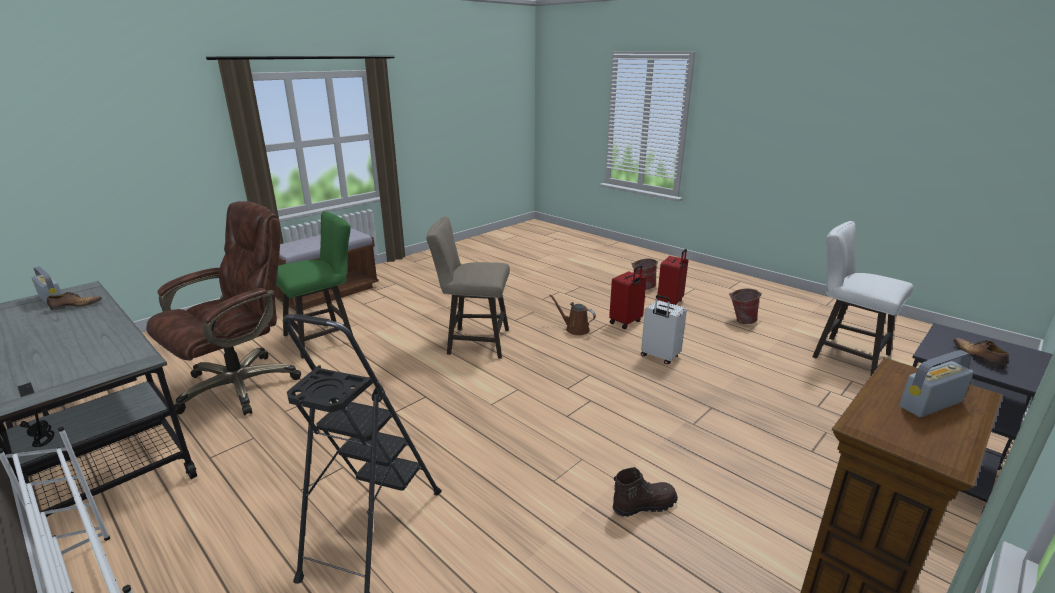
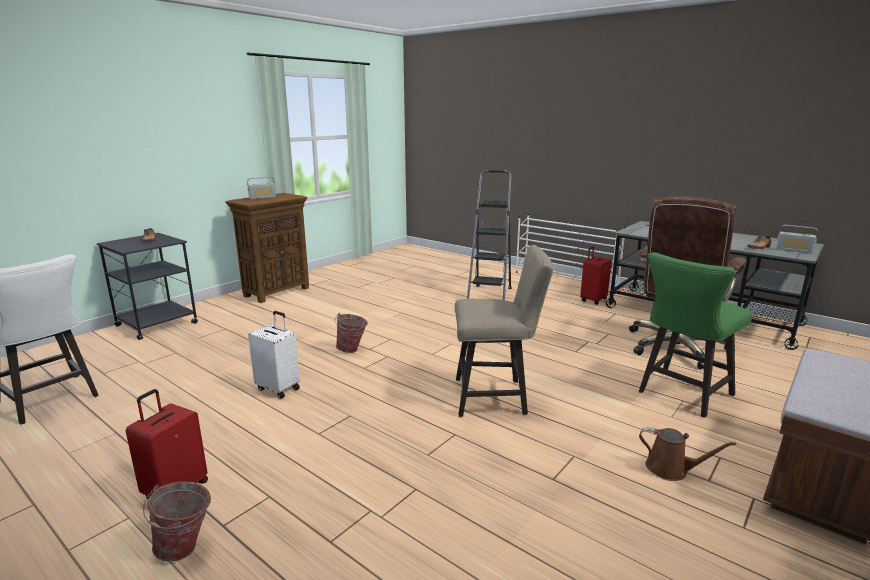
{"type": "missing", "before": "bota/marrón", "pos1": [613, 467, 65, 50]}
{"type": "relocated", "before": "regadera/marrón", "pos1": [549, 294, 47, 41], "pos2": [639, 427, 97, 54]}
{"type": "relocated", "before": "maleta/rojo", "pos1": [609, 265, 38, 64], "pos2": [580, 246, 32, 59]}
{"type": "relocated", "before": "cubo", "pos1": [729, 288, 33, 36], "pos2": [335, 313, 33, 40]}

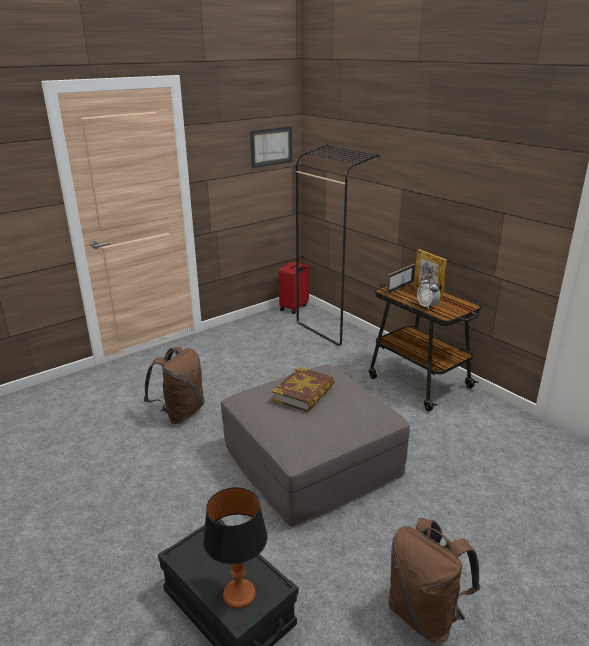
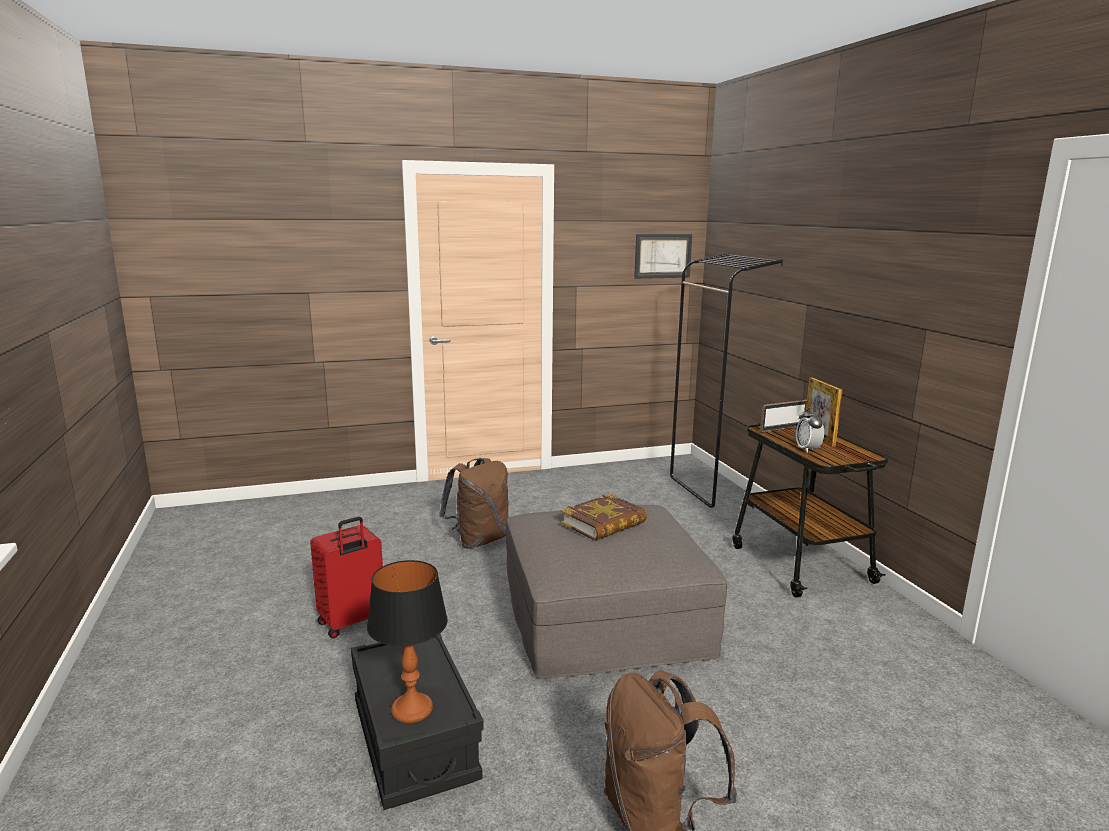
{"type": "relocated", "before": "maleta/rojo", "pos1": [279, 255, 30, 59], "pos2": [310, 517, 73, 121]}

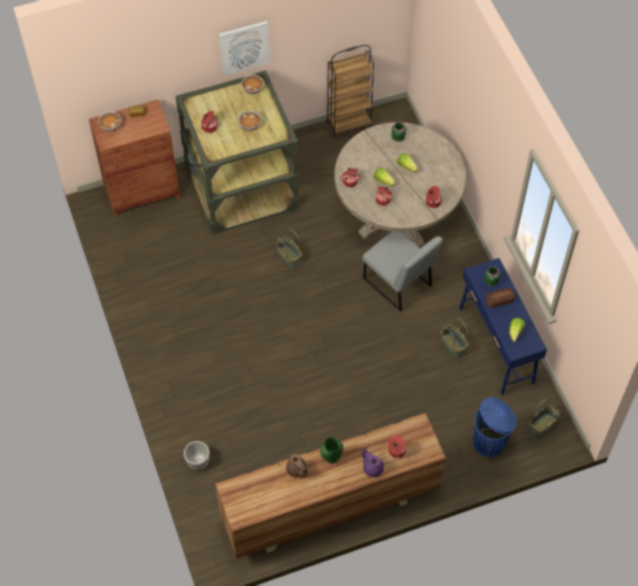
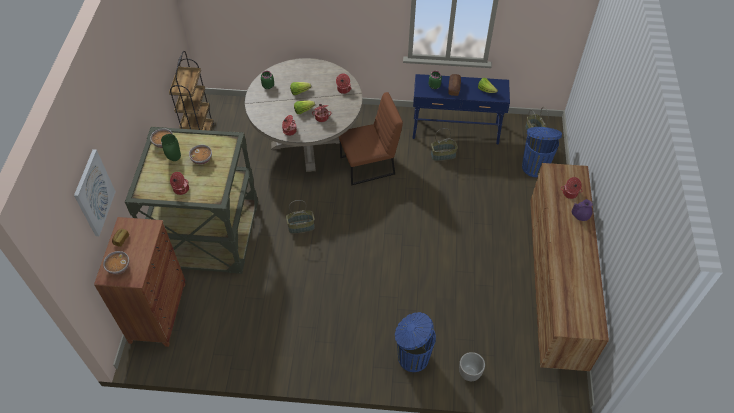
{"type": "missing", "before": "tetera/marrón", "pos1": [286, 454, 21, 23]}
{"type": "appeared", "after": "papelera/azul", "pos2": [395, 312, 41, 60]}
{"type": "relocated", "before": "cuadro", "pos1": [219, 21, 51, 55], "pos2": [74, 149, 42, 87]}
{"type": "relocated", "before": "florero/verde", "pos1": [320, 437, 23, 27], "pos2": [161, 134, 20, 27]}
{"type": "colour", "before": "silla/gris", "after": "silla/marrón", "pos1": [362, 231, 81, 80], "pos2": [339, 92, 64, 93]}

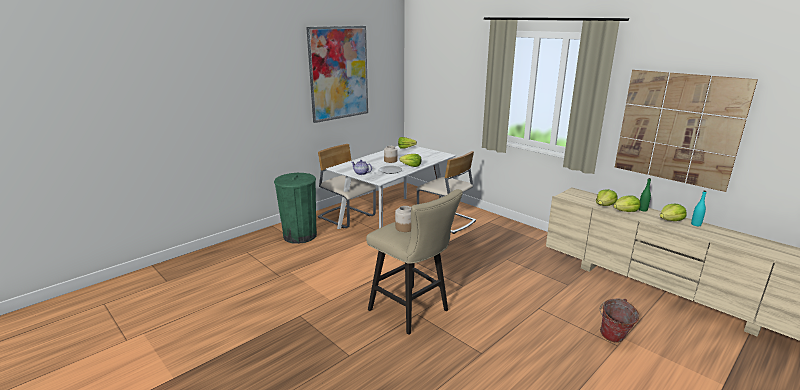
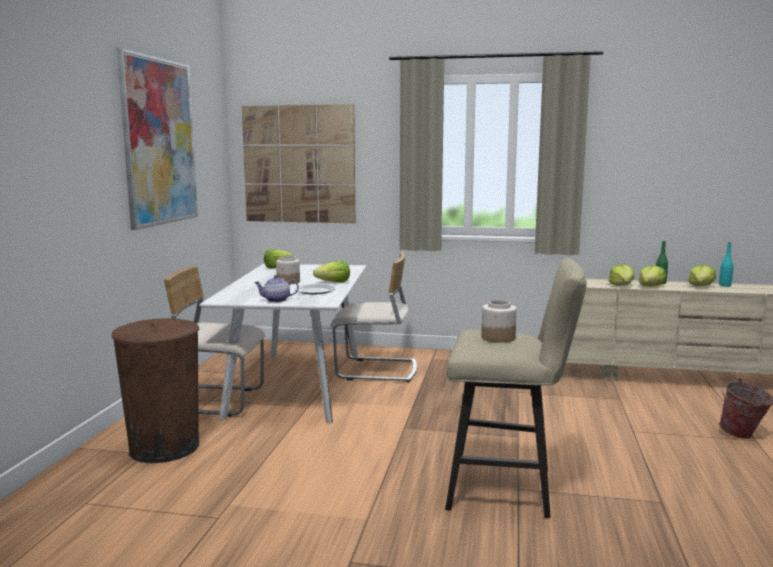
{"type": "relocated", "before": "cuadro", "pos1": [615, 70, 143, 122], "pos2": [242, 104, 113, 119]}
{"type": "colour", "before": "papelera/verde", "after": "papelera/marrón", "pos1": [274, 173, 43, 71], "pos2": [112, 318, 87, 145]}

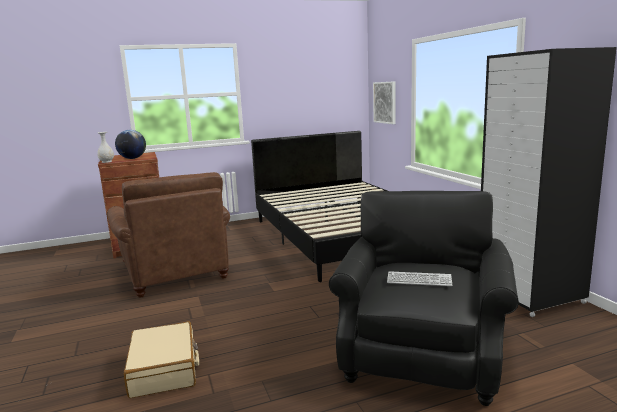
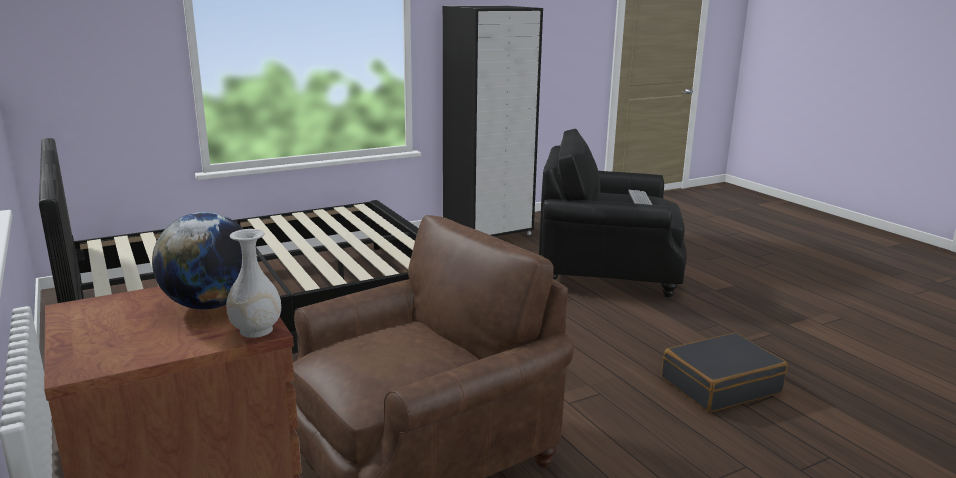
{"type": "missing", "before": "cuadro", "pos1": [373, 81, 23, 43]}
{"type": "colour", "before": "maleta/beis", "after": "maleta/negro", "pos1": [124, 321, 75, 77], "pos2": [661, 333, 127, 80]}

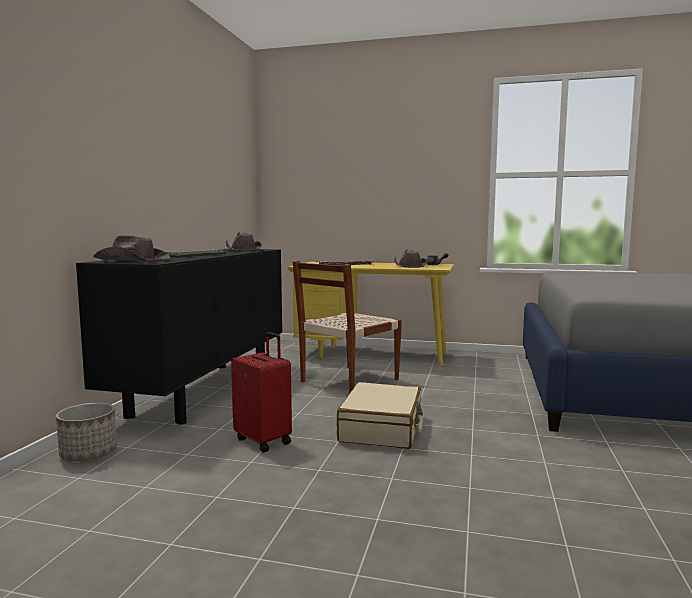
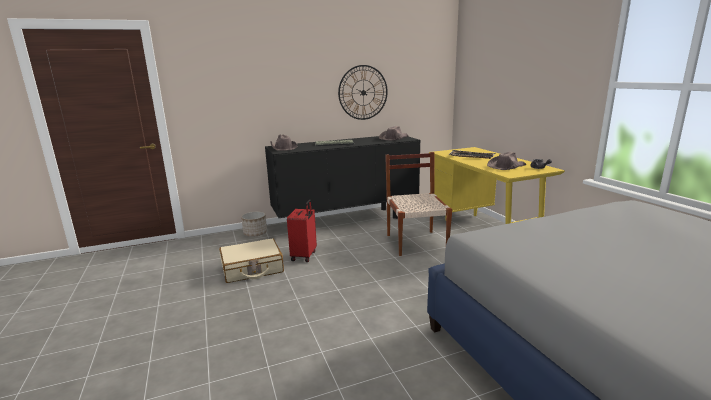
{"type": "appeared", "after": "reloj de pared", "pos2": [338, 65, 50, 55]}
{"type": "relocated", "before": "maleta/beis", "pos1": [337, 382, 86, 67], "pos2": [219, 238, 65, 45]}
{"type": "spun", "before": "silla", "pos1": [293, 261, 109, 133], "pos2": [385, 152, 67, 104], "turn": 75}

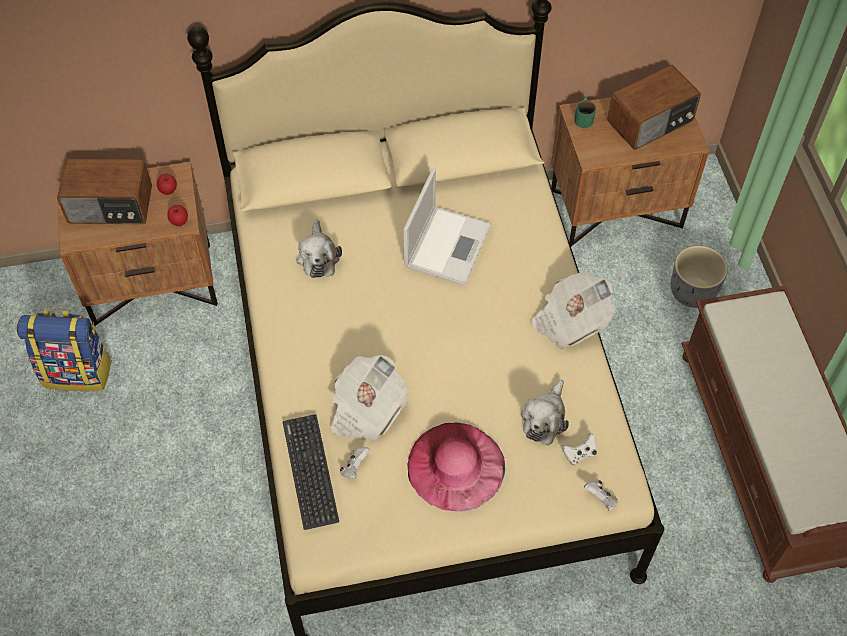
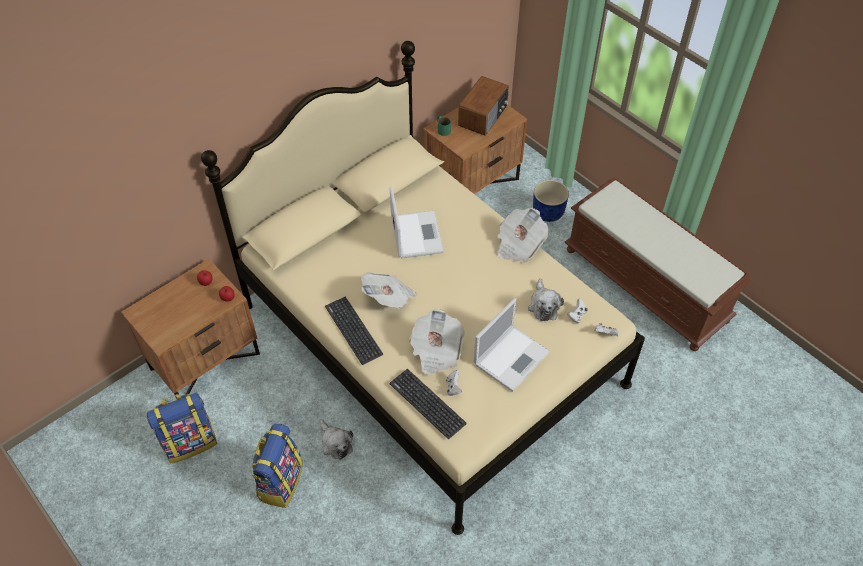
{"type": "missing", "before": "radio", "pos1": [57, 159, 95, 65]}
{"type": "appeared", "after": "mochila", "pos2": [251, 424, 52, 84]}
{"type": "appeared", "after": "teclado", "pos2": [325, 297, 58, 68]}
{"type": "appeared", "after": "periódico", "pos2": [360, 272, 57, 37]}
{"type": "relocated", "before": "peluche", "pos1": [297, 219, 45, 59], "pos2": [320, 419, 33, 41]}
{"type": "exchanged", "before": "sombrero/rosa", "after": "portátil", "pos1": [407, 423, 98, 88], "pos2": [474, 298, 76, 94]}
{"type": "colour", "before": "maceta/gris", "after": "maceta/azul", "pos1": [671, 245, 57, 63], "pos2": [533, 180, 36, 42]}

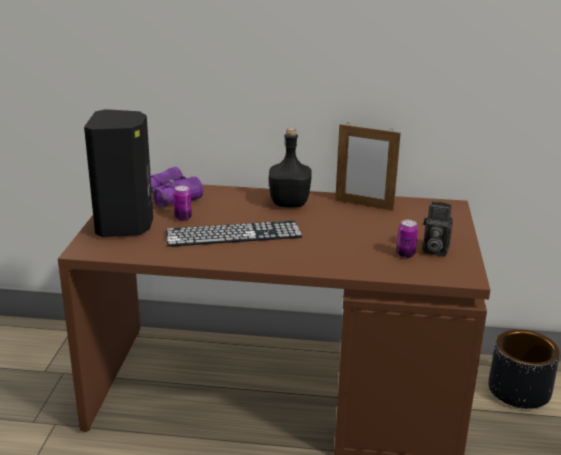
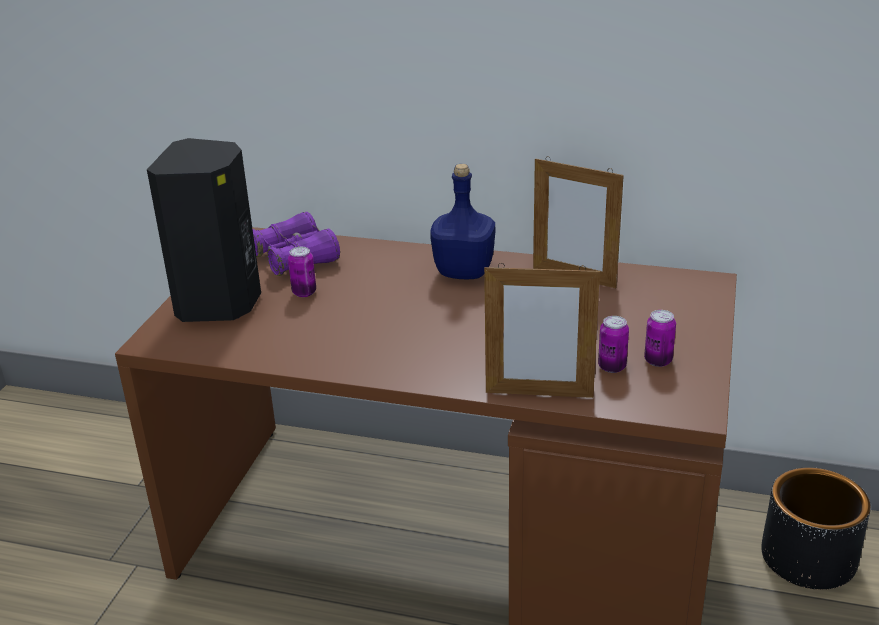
{"type": "missing", "before": "teclado", "pos1": [166, 221, 136, 26]}
{"type": "appeared", "after": "portarretratos", "pos2": [484, 263, 116, 135]}
{"type": "exchanged", "before": "cámara", "after": "lata", "pos1": [423, 202, 30, 55], "pos2": [644, 310, 32, 57]}
{"type": "colour", "before": "botella/negro", "after": "botella/azul", "pos1": [269, 128, 43, 80], "pos2": [431, 164, 64, 115]}

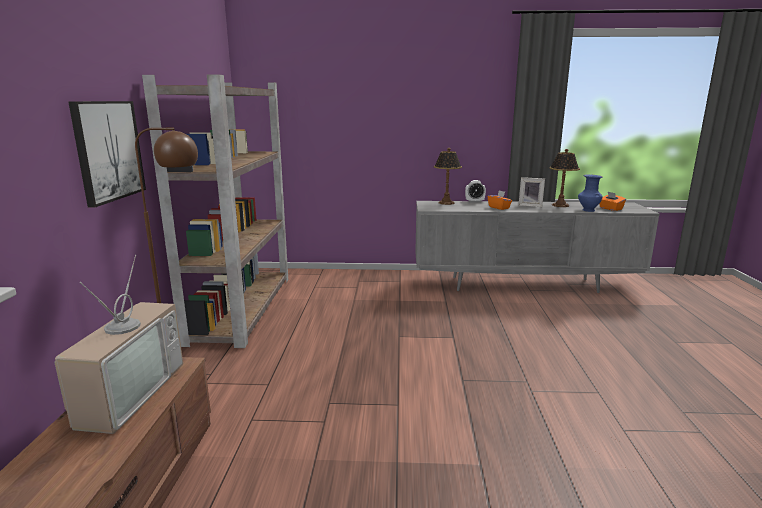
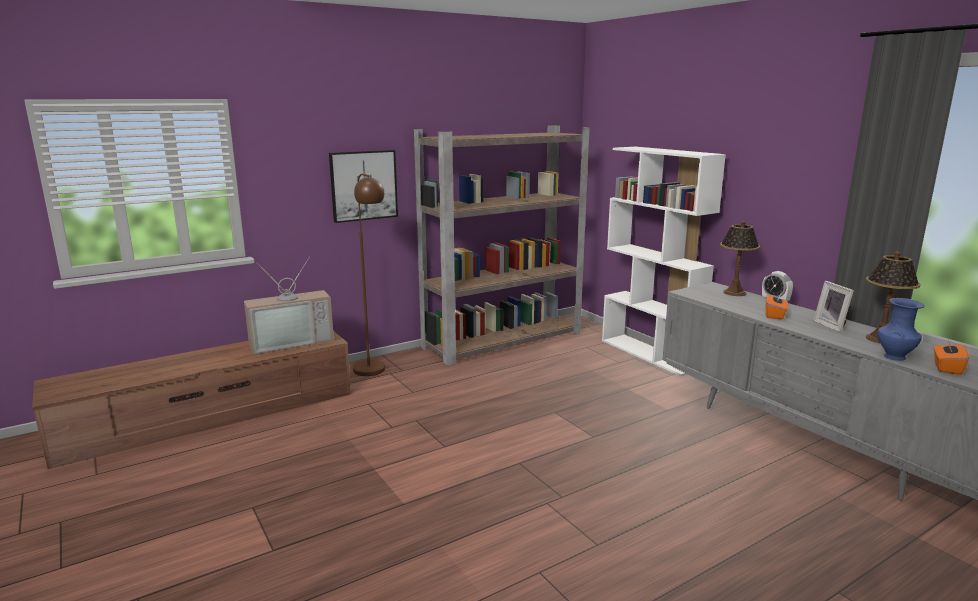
{"type": "appeared", "after": "estantería/blanco", "pos2": [602, 147, 124, 229]}

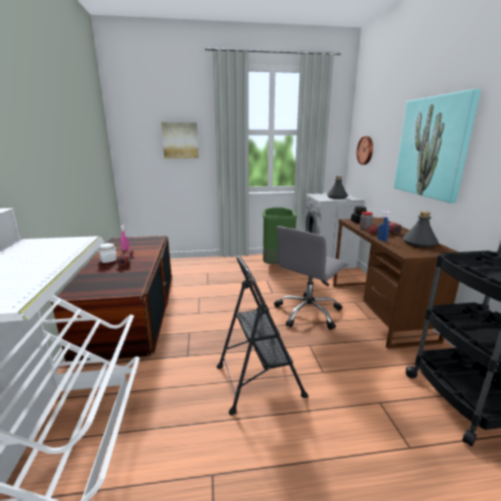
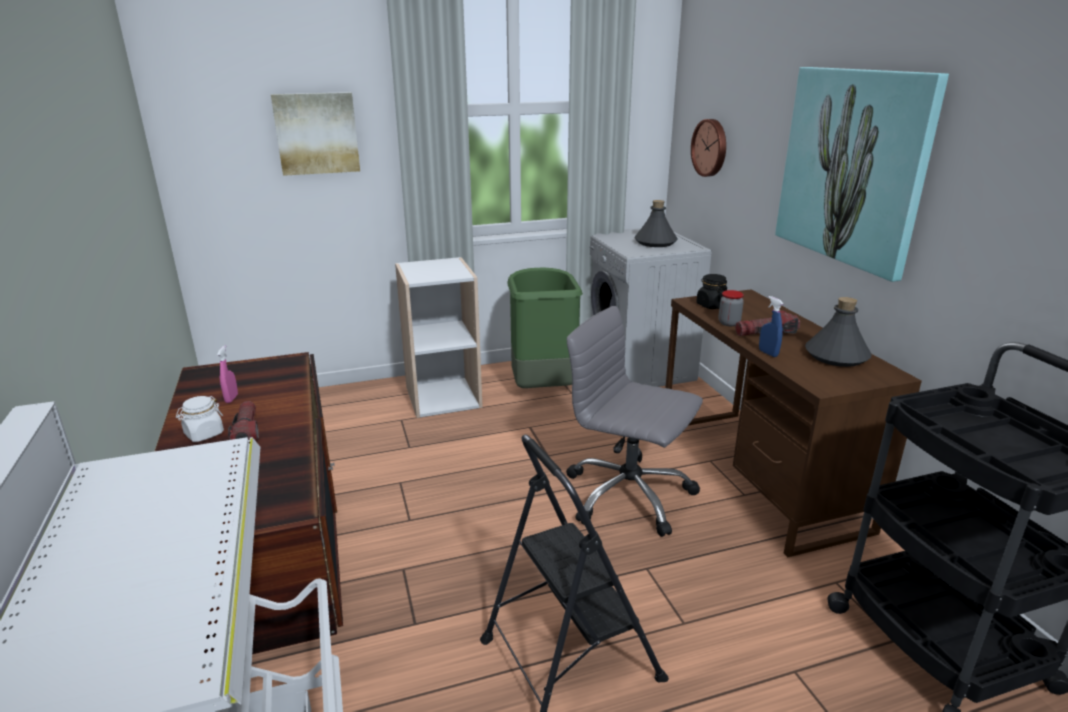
{"type": "appeared", "after": "estantería", "pos2": [395, 257, 88, 161]}
{"type": "spun", "before": "silla de oficina/gris", "pos1": [274, 226, 73, 104], "pos2": [566, 306, 137, 231], "turn": 90}

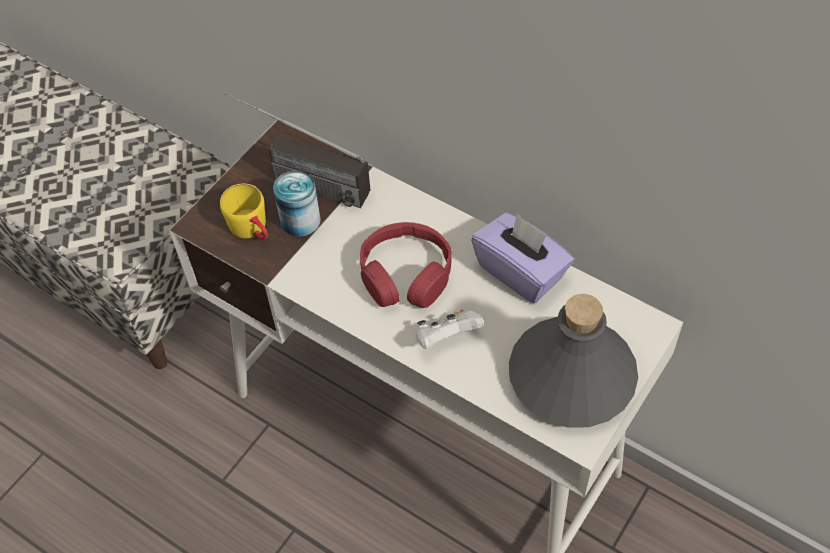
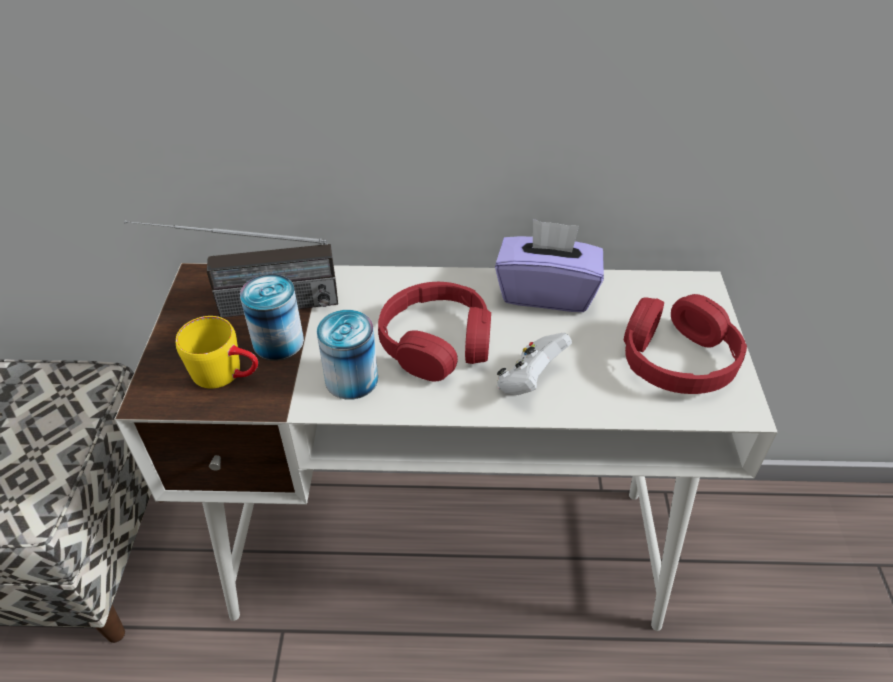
{"type": "appeared", "after": "lata", "pos2": [317, 310, 61, 90]}
{"type": "exchanged", "before": "botella/gris", "after": "auriculares/rojo", "pos1": [509, 294, 129, 134], "pos2": [624, 294, 123, 100]}

